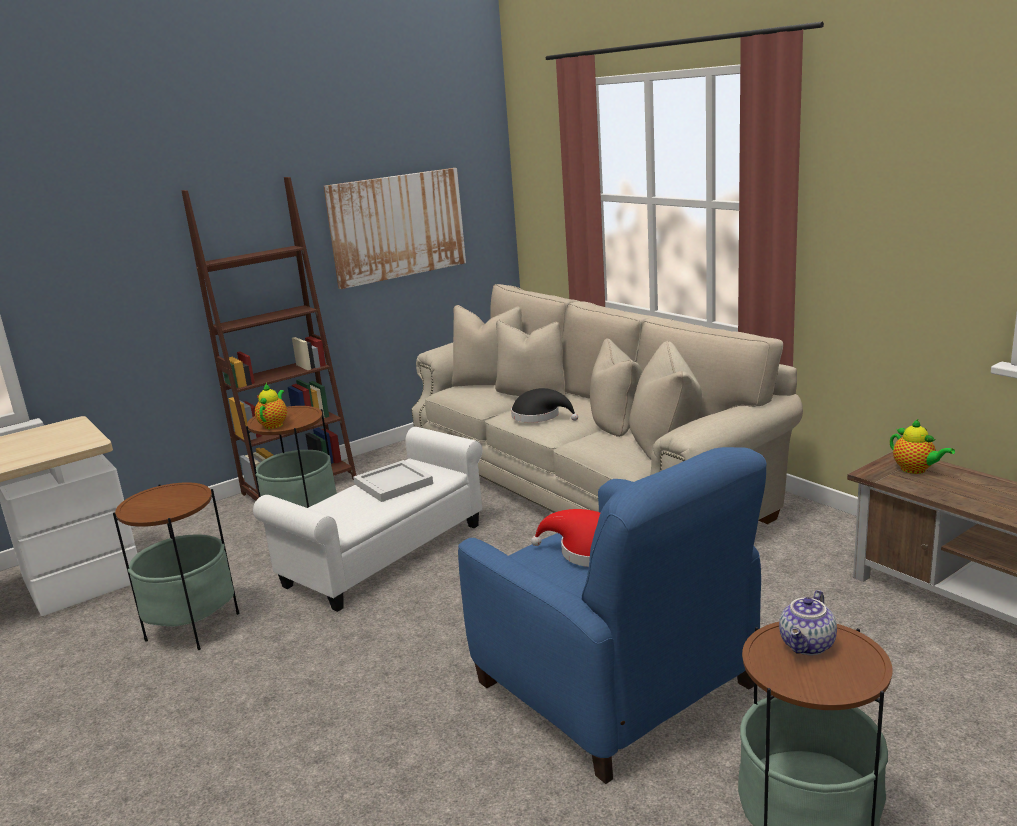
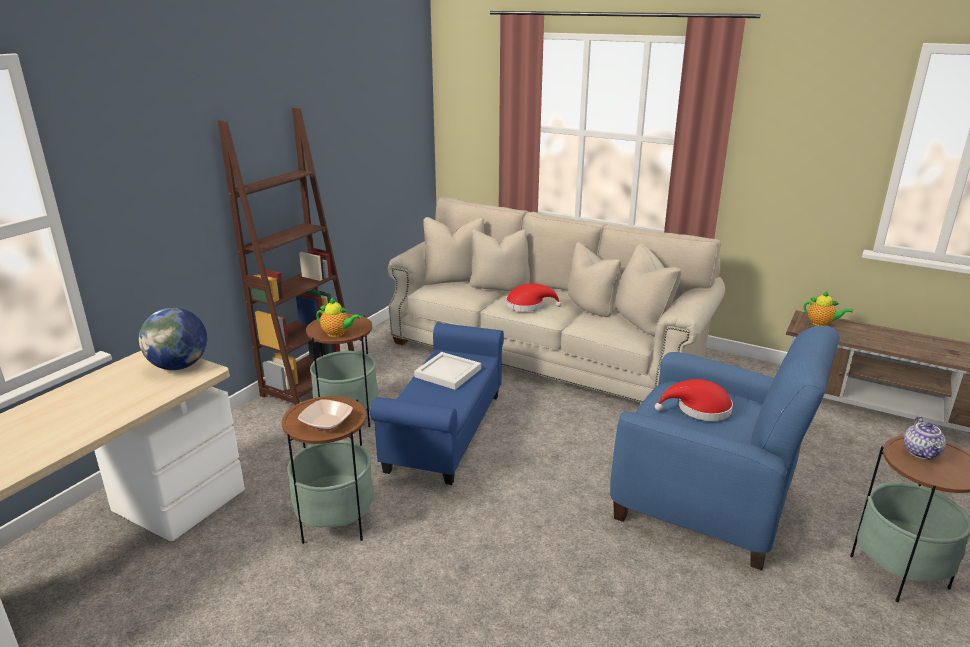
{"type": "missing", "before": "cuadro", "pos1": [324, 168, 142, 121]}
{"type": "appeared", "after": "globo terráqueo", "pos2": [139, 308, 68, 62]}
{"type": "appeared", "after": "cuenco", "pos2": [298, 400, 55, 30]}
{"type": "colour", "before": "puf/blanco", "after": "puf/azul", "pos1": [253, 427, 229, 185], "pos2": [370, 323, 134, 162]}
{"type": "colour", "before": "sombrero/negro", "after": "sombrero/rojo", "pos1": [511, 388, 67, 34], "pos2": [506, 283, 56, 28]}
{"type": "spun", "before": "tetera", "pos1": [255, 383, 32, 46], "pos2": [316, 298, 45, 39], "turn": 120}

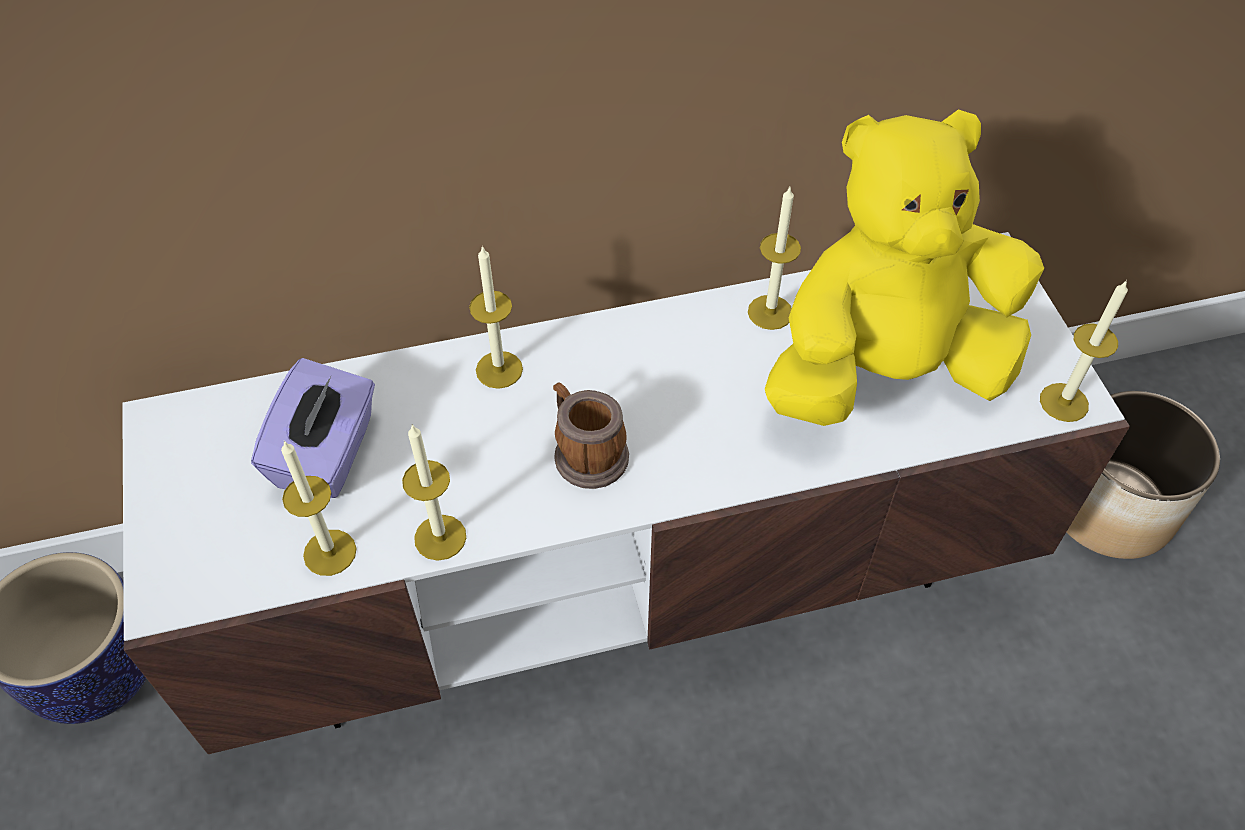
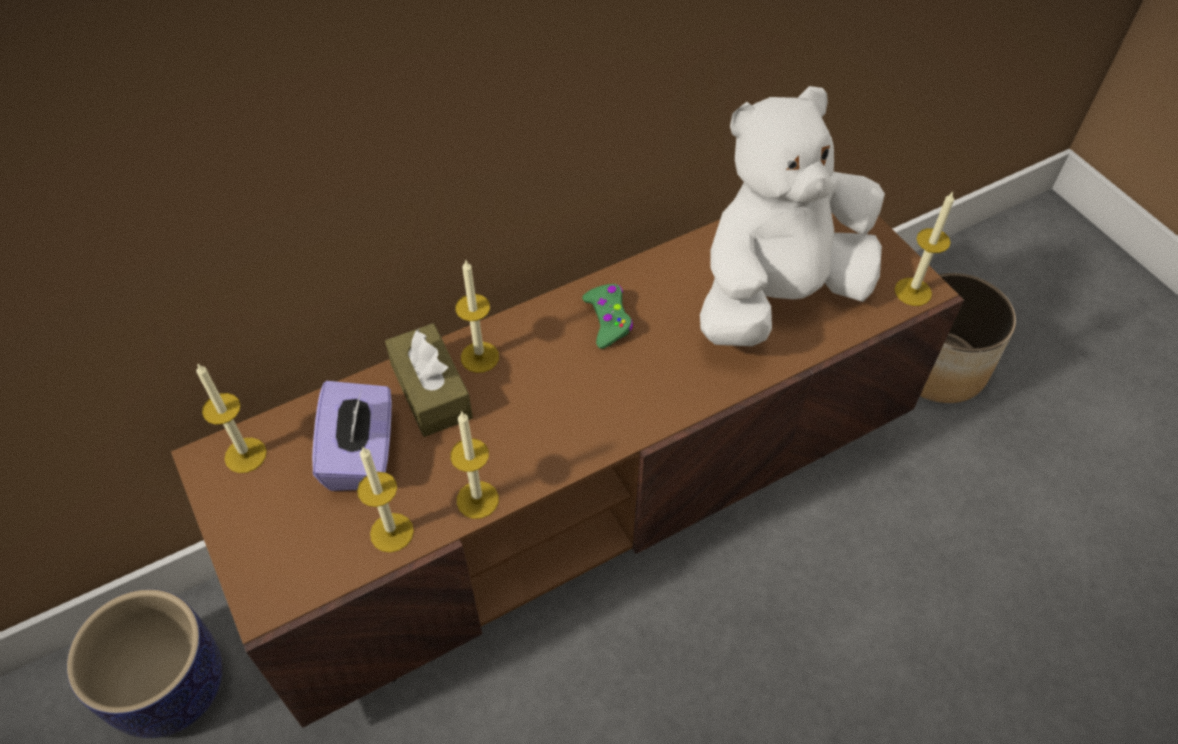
{"type": "missing", "before": "taza grande", "pos1": [553, 383, 76, 106]}
{"type": "appeared", "after": "caja de pañuelos/marrón", "pos2": [385, 323, 88, 114]}
{"type": "appeared", "after": "mando de consola/verde", "pos2": [582, 284, 51, 65]}
{"type": "relocated", "before": "vela", "pos1": [748, 187, 53, 143], "pos2": [196, 364, 71, 109]}
{"type": "colour", "before": "mueble de televisión/blanco", "after": "mueble de televisión/marrón", "pos1": [122, 232, 1008, 522], "pos2": [171, 213, 793, 515]}
{"type": "colour", "before": "peluche/amarillo", "after": "peluche/blanco", "pos1": [765, 110, 279, 316], "pos2": [700, 86, 185, 260]}

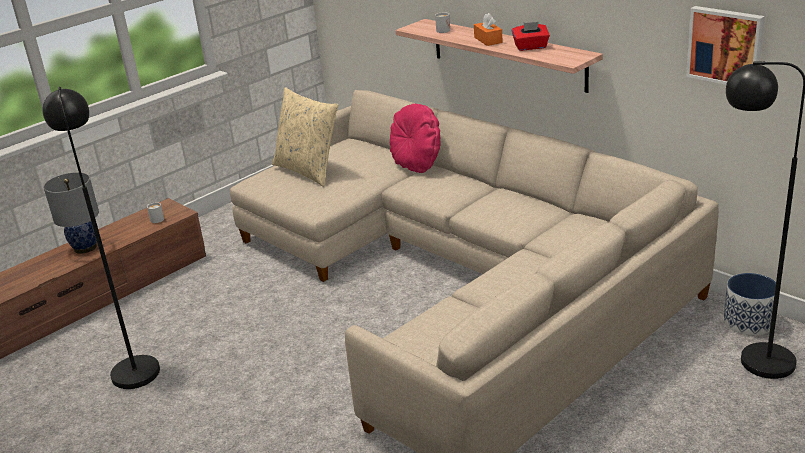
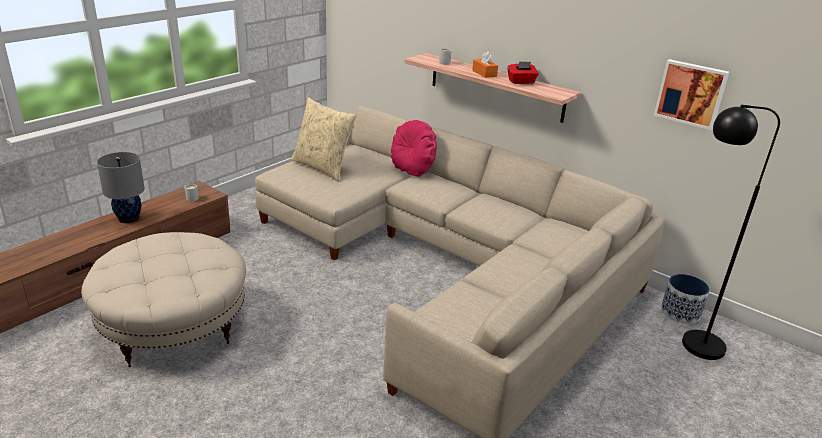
{"type": "exchanged", "before": "lámpara de pie/negro", "after": "puf/beis", "pos1": [42, 87, 118, 302], "pos2": [81, 232, 165, 135]}

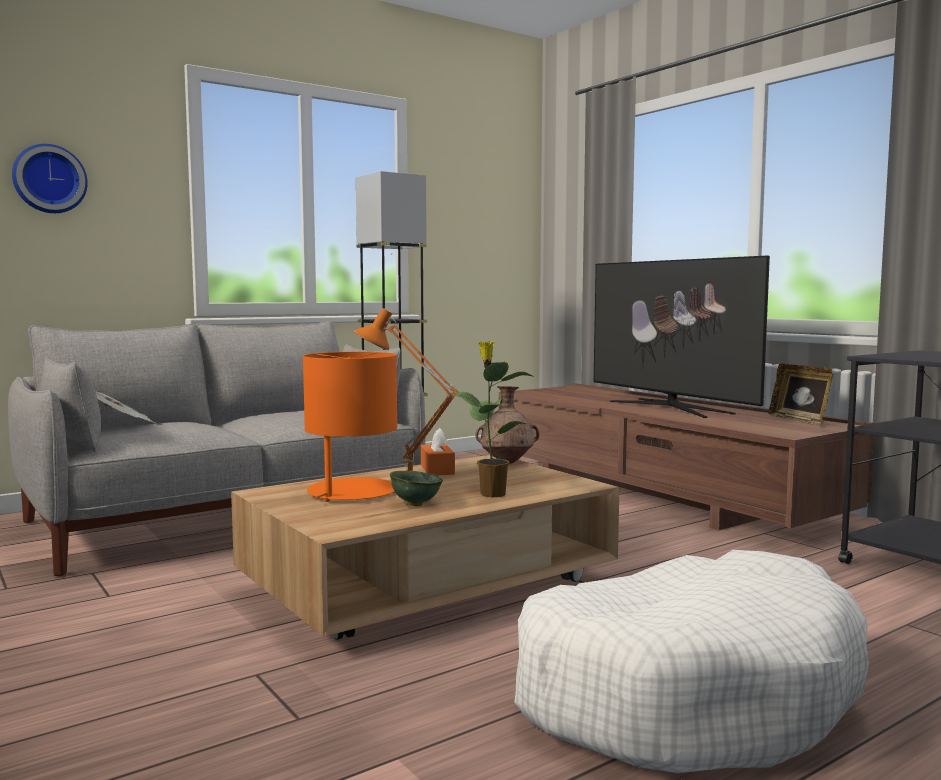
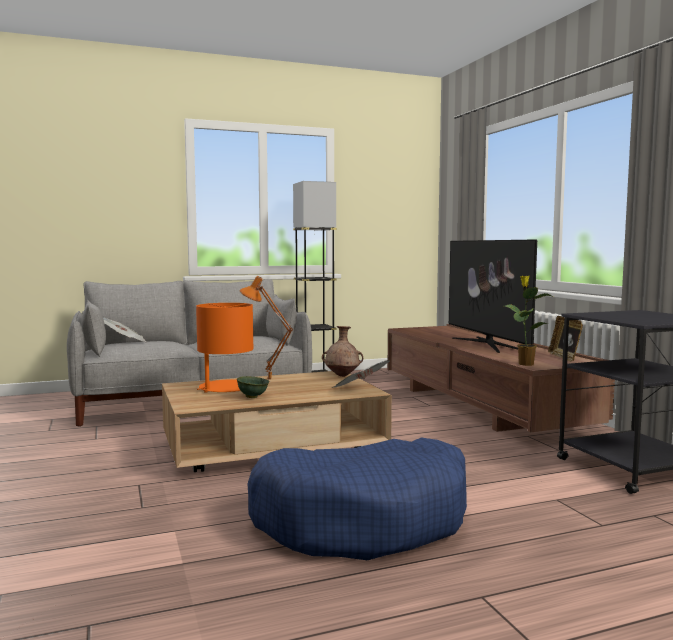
{"type": "missing", "before": "reloj de pared", "pos1": [12, 144, 76, 69]}
{"type": "missing", "before": "caja de pañuelos/naranja", "pos1": [421, 428, 34, 47]}
{"type": "appeared", "after": "periódico", "pos2": [332, 360, 58, 28]}
{"type": "relocated", "before": "planta en maceta", "pos1": [451, 341, 84, 156], "pos2": [505, 276, 49, 90]}
{"type": "colour", "before": "cama para perro/blanco", "after": "cama para perro/azul", "pos1": [514, 550, 355, 223], "pos2": [247, 437, 220, 123]}

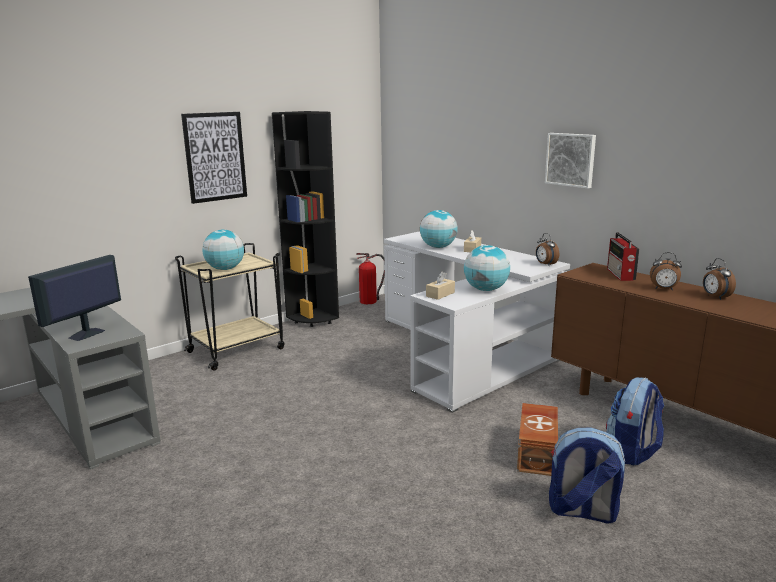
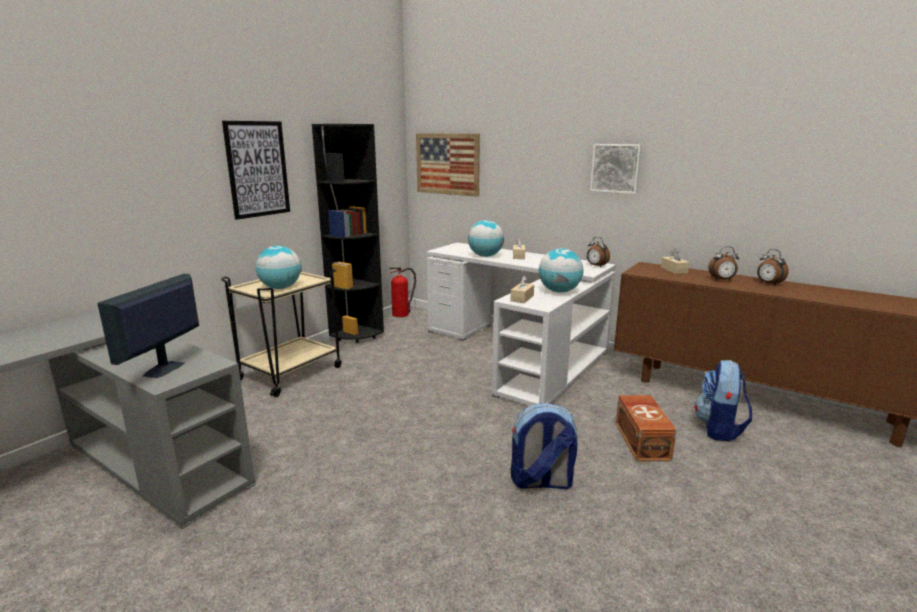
{"type": "appeared", "after": "cuadro", "pos2": [416, 133, 64, 64]}
{"type": "relocated", "before": "mochila", "pos1": [549, 427, 76, 97], "pos2": [511, 403, 66, 86]}
{"type": "exchanged", "before": "radio", "after": "caja de pañuelos/beis", "pos1": [607, 232, 32, 49], "pos2": [661, 249, 28, 25]}

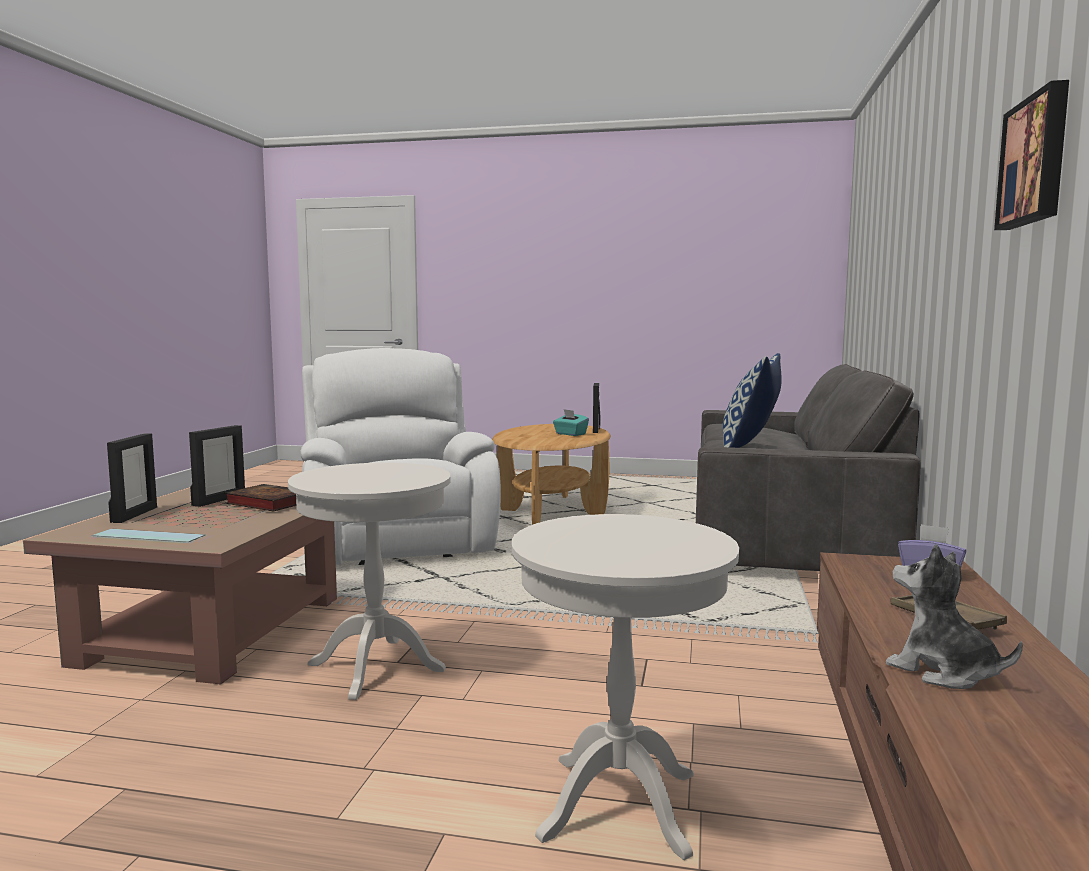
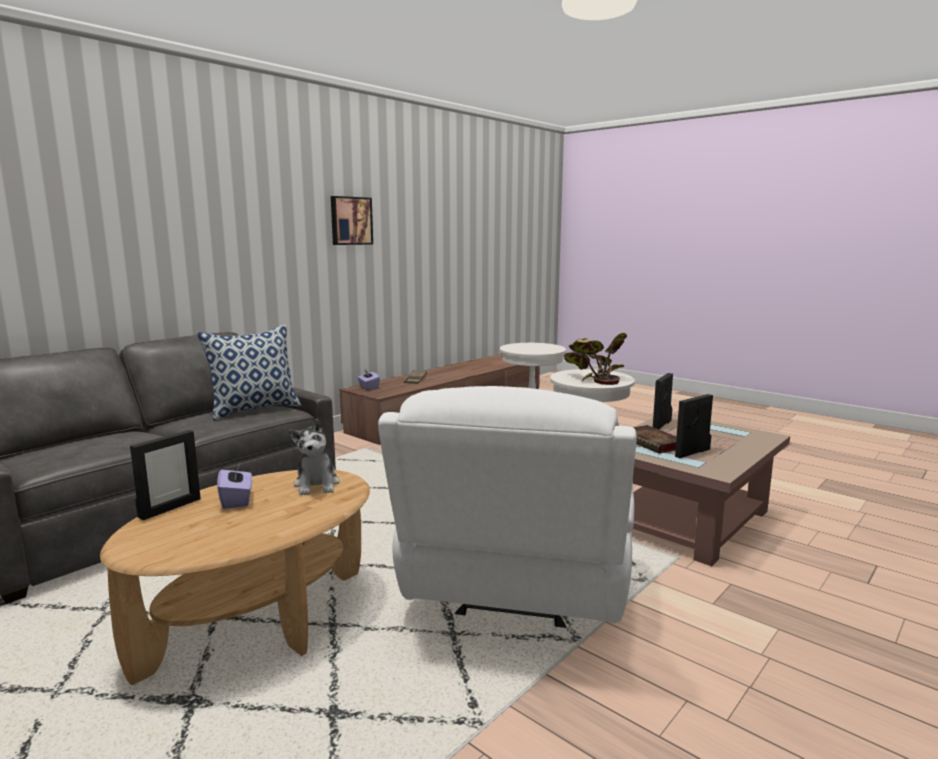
{"type": "appeared", "after": "planta en maceta", "pos2": [563, 332, 64, 53]}
{"type": "relocated", "before": "portarretratos", "pos1": [107, 433, 50, 90], "pos2": [653, 373, 20, 57]}
{"type": "relocated", "before": "peluche", "pos1": [886, 544, 137, 145], "pos2": [289, 418, 51, 77]}
{"type": "colour", "before": "caja de pañuelos/turquesa", "after": "caja de pañuelos/morado", "pos1": [553, 409, 36, 27], "pos2": [217, 463, 35, 46]}

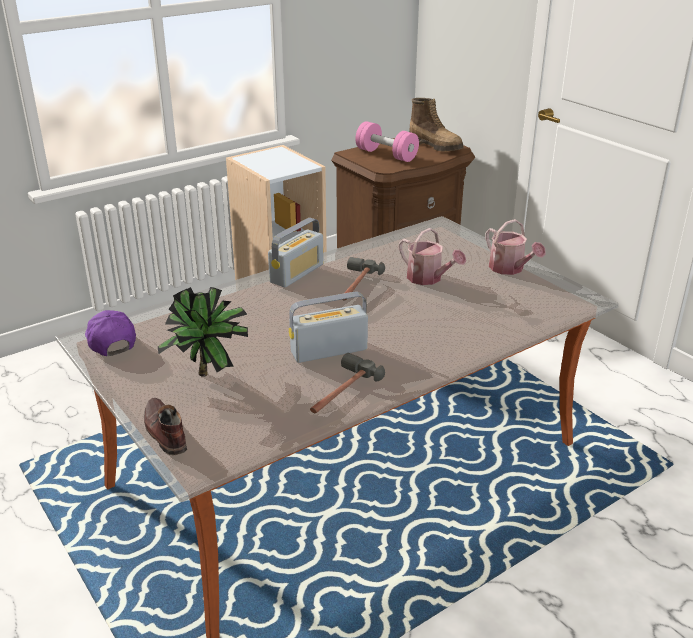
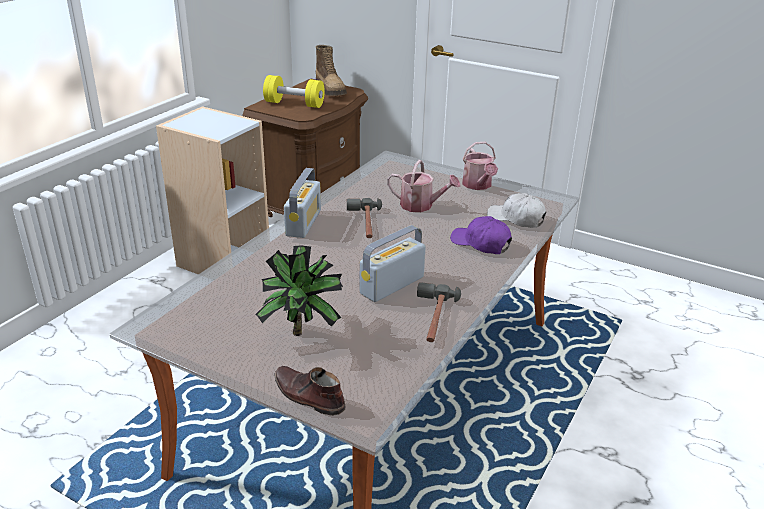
{"type": "appeared", "after": "gorra/blanco", "pos2": [487, 193, 59, 35]}
{"type": "relocated", "before": "gorra/morado", "pos1": [85, 310, 51, 46], "pos2": [450, 216, 62, 38]}
{"type": "colour", "before": "mancuerna/rosa", "after": "mancuerna/amarillo", "pos1": [355, 121, 64, 41], "pos2": [263, 75, 62, 33]}
{"type": "spun", "before": "bota", "pos1": [409, 98, 55, 53], "pos2": [316, 45, 31, 51], "turn": 45}
{"type": "spun", "before": "regadera", "pos1": [485, 219, 61, 56], "pos2": [462, 142, 36, 48], "turn": 45}

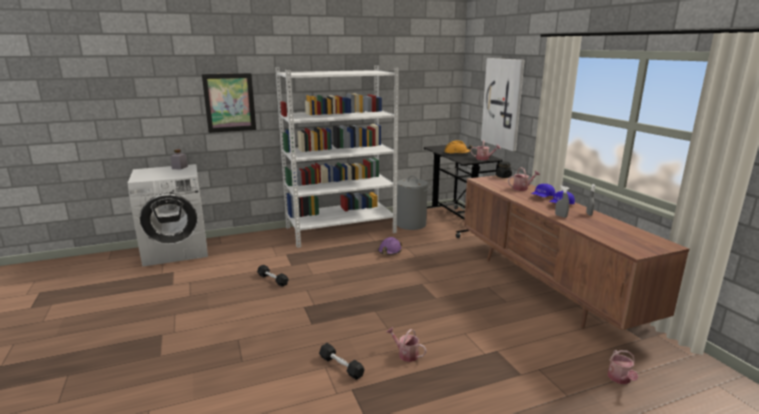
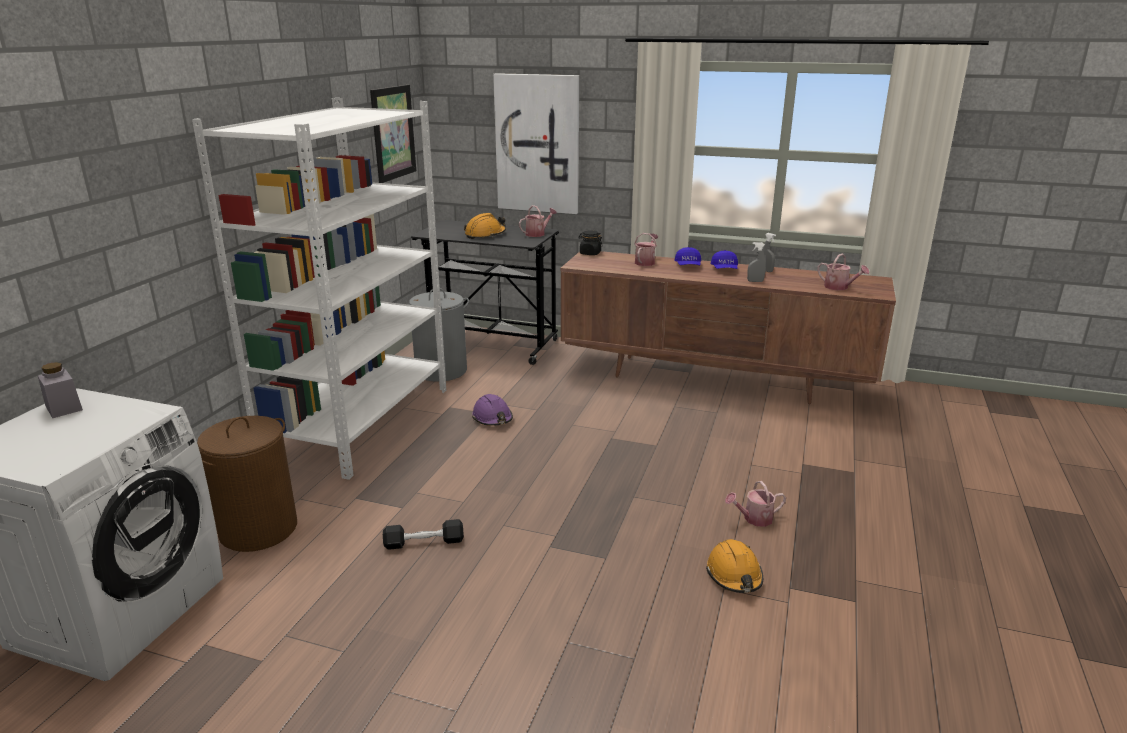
{"type": "appeared", "after": "cesto de la ropa/marrón", "pos2": [197, 416, 100, 136]}
{"type": "relocated", "before": "cuadro", "pos1": [202, 73, 54, 60], "pos2": [370, 85, 46, 98]}
{"type": "relocated", "before": "regadera", "pos1": [608, 350, 30, 34], "pos2": [817, 254, 52, 36]}
{"type": "exchanged", "before": "mancuerna/negro", "after": "casco/naranja", "pos1": [319, 343, 45, 37], "pos2": [706, 539, 57, 54]}

